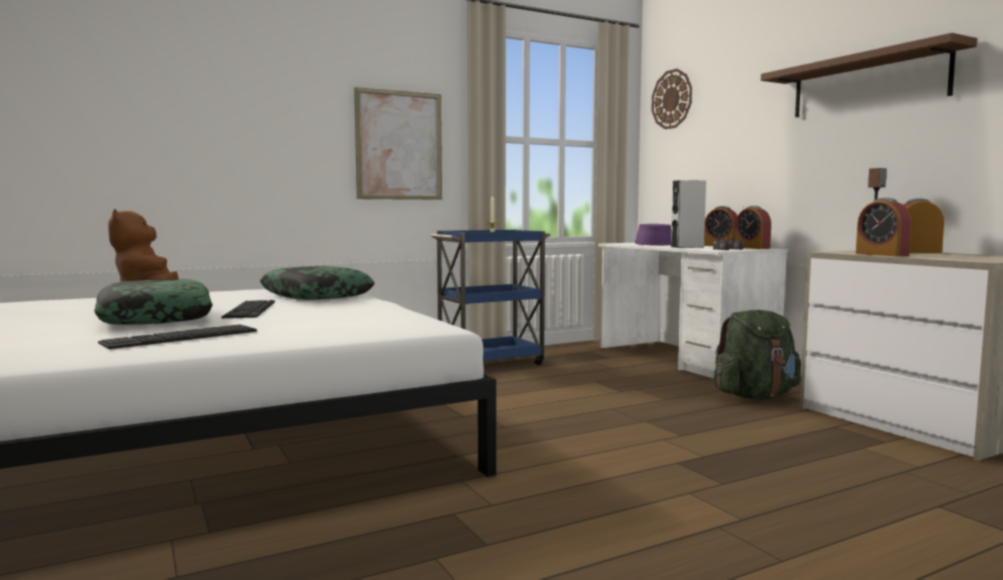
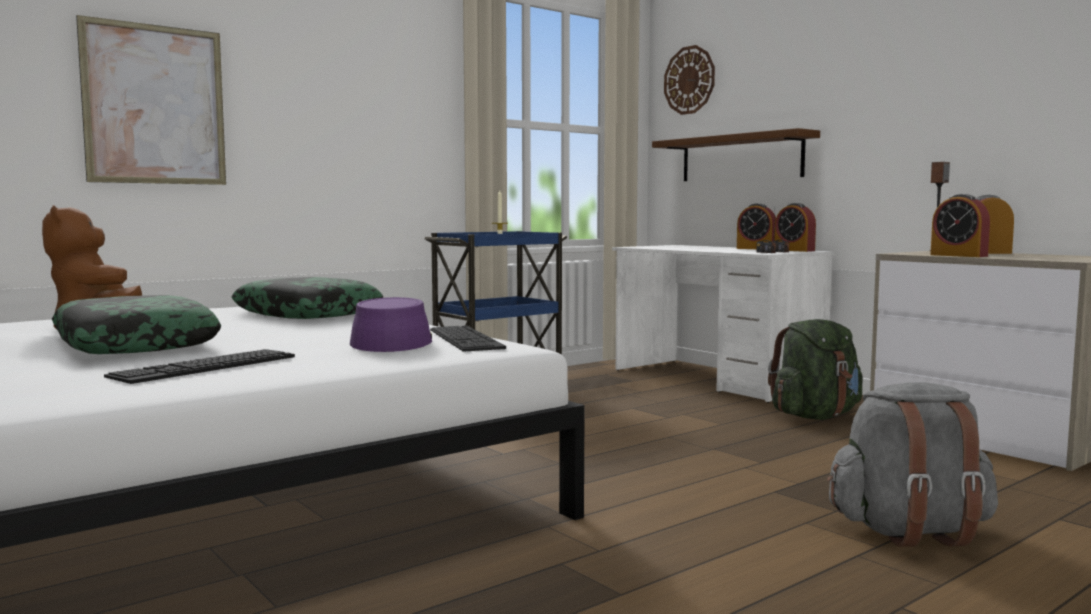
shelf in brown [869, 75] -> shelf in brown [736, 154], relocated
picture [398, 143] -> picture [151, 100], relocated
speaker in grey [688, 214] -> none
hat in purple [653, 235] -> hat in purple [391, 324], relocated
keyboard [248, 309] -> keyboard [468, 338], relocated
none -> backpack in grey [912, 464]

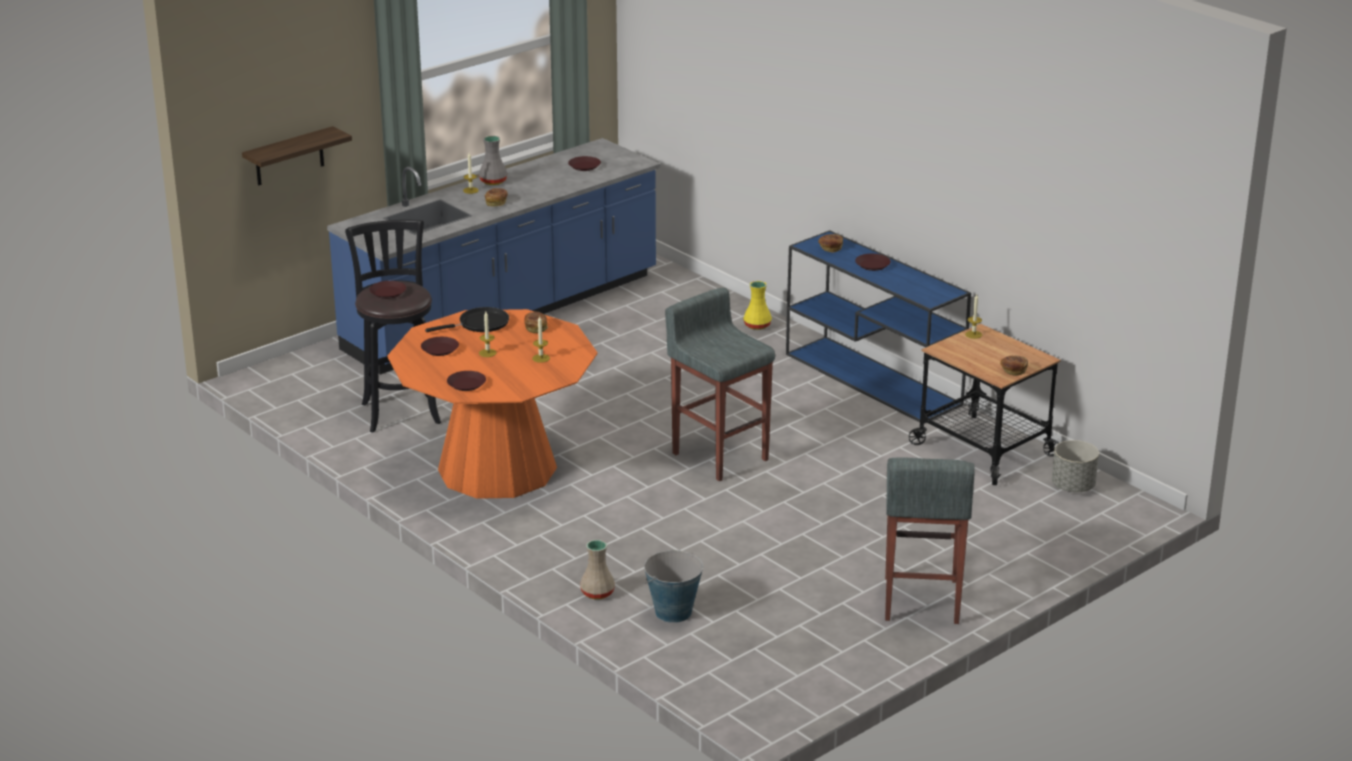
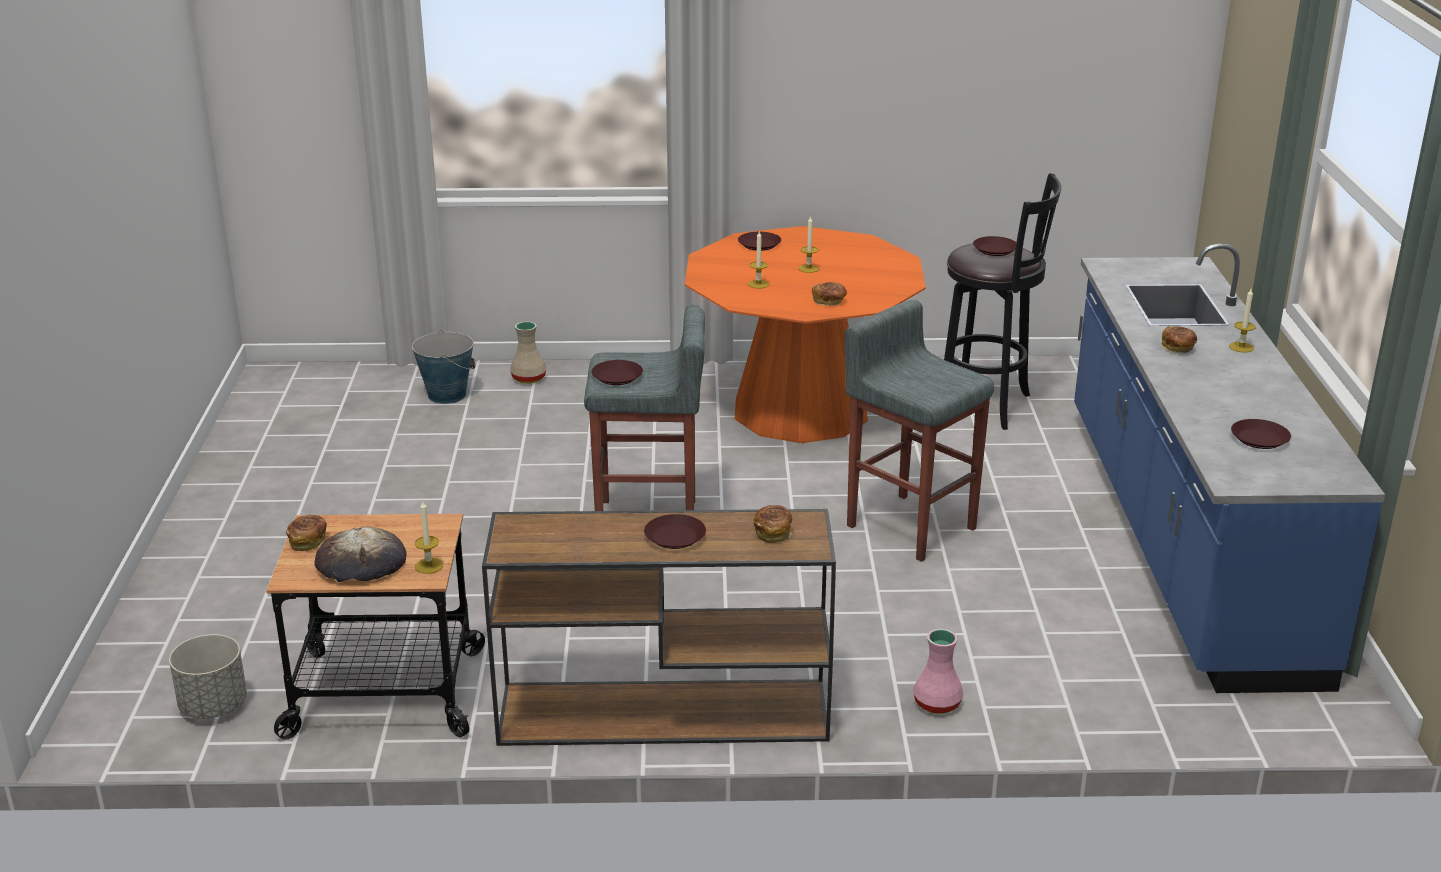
shelf [297, 155] -> none
vase in grey [493, 160] -> none
console table in blue [878, 326] -> console table in brown [659, 627]
vase in yellow [757, 305] -> vase in pink [938, 671]
frying pan in black [467, 319] -> none
plate in brown [440, 346] -> plate in brown [617, 372], relocated
stool in grey [930, 540] -> stool in grey [919, 431], relocated
none -> bread [361, 554]

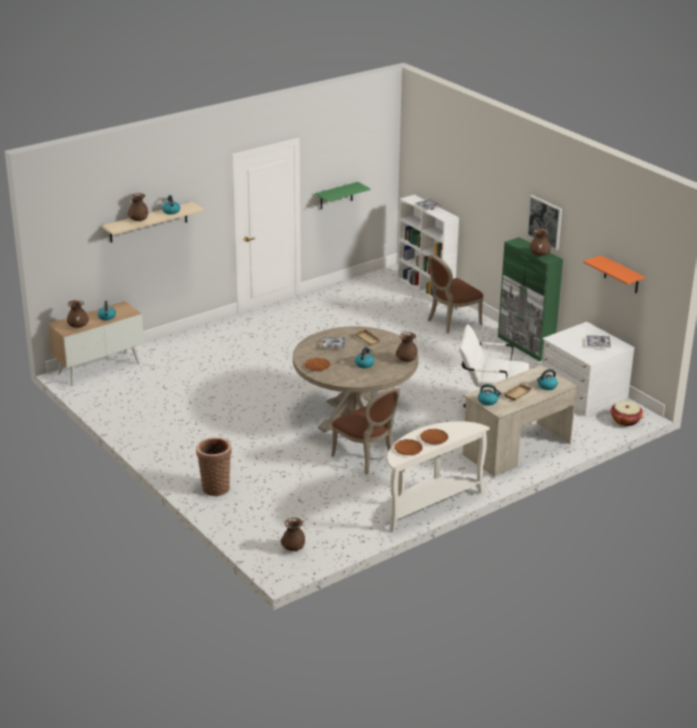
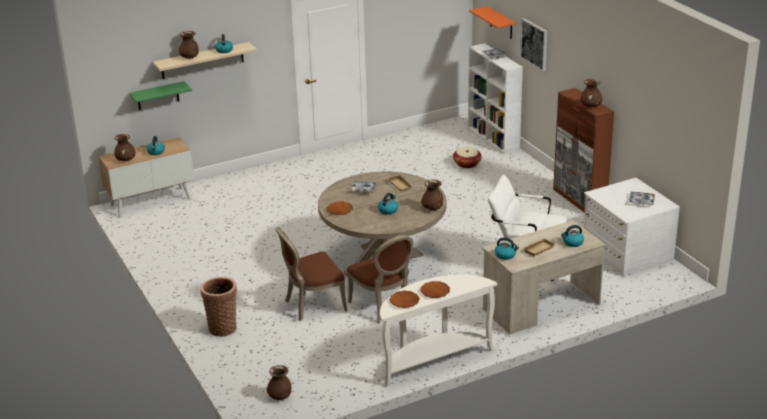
shelf in green [343, 195] -> shelf in green [160, 95], relocated
picture [544, 222] -> picture [533, 44], relocated
cabinet in green [530, 299] -> cabinet in brown [583, 150]
chair in brown [455, 293] -> chair in brown [311, 274], relocated
shelf in orange [614, 274] -> shelf in orange [492, 22], relocated
basket [626, 413] -> basket [467, 157], relocated

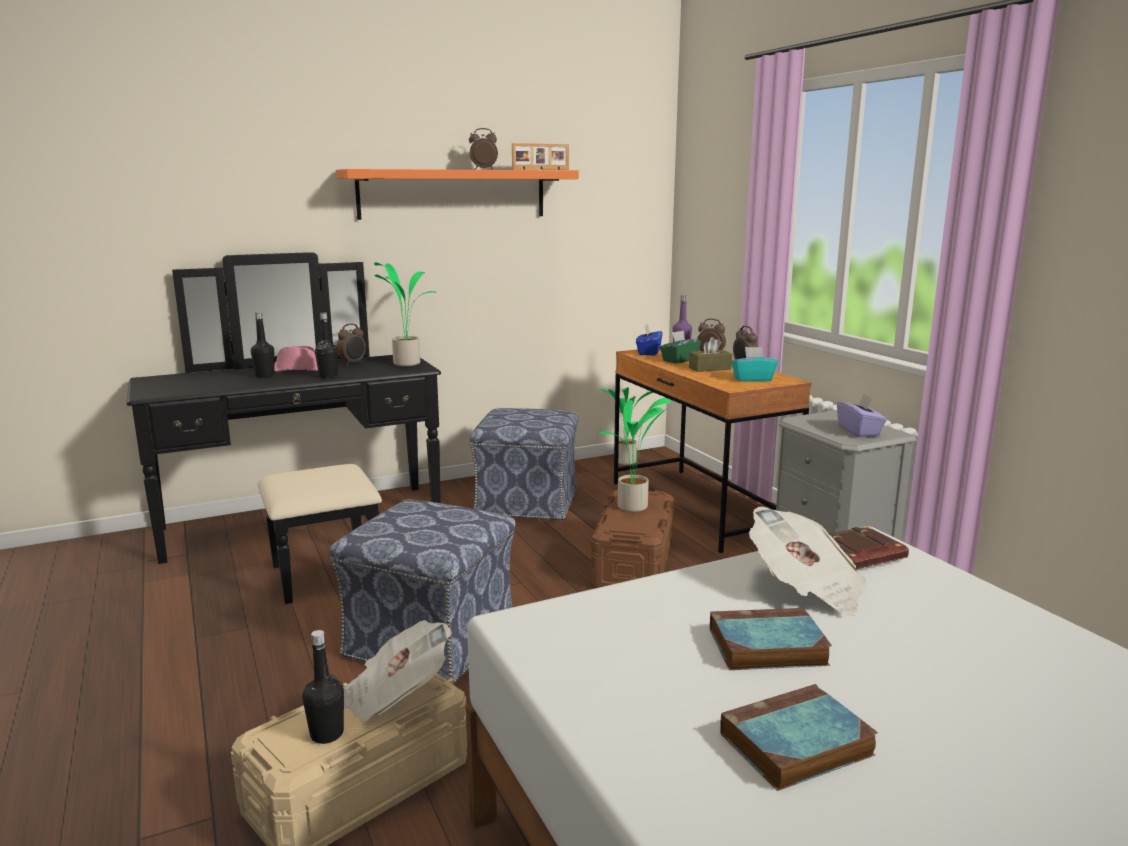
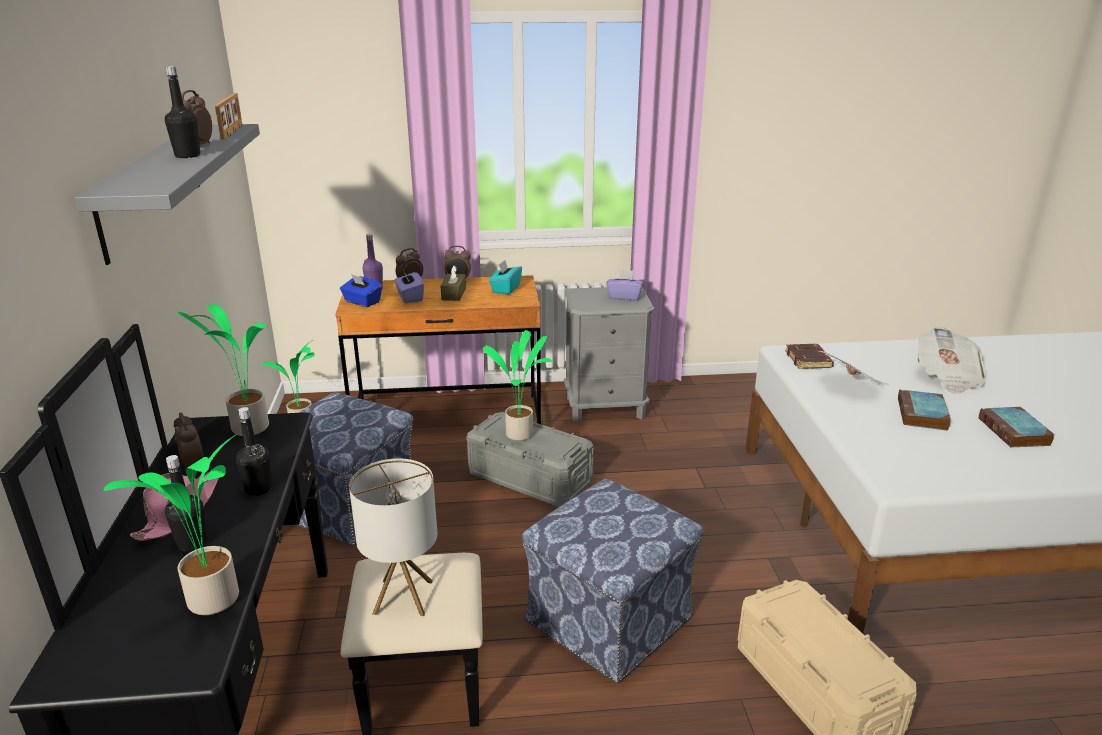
shelf in orange [457, 194] -> shelf in grey [167, 194]
tissue box in green [680, 347] -> tissue box in purple [409, 286]
storage box in brown [632, 538] -> storage box in grey [530, 459]
newspaper [397, 671] -> newspaper [951, 360], relocated
bottle in black [323, 687] -> bottle in black [182, 112], relocated
none -> potted plant [173, 523]
none -> table lamp [393, 537]

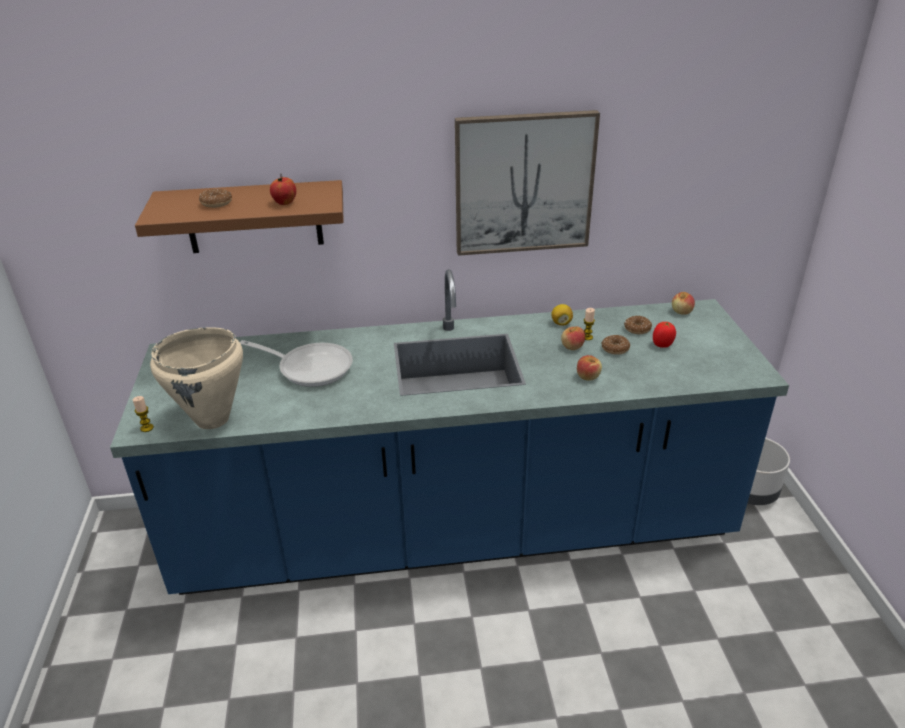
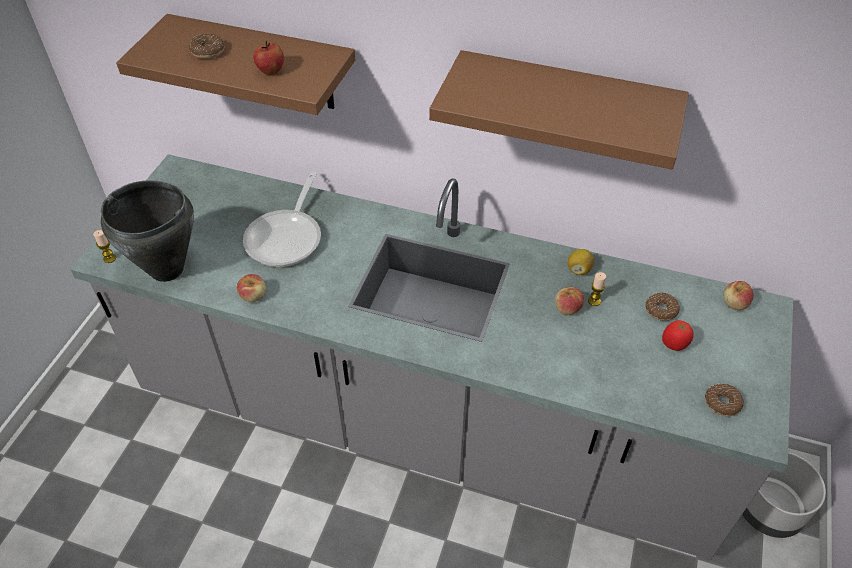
picture [527, 183] -> shelf in brown [559, 110]
counter in blue [449, 432] -> counter in grey [431, 357]
cooking pot in beige [196, 378] -> cooking pot in black [147, 231]
donut [615, 345] -> donut [724, 399], relocated
frying pan [296, 363] -> frying pan [282, 219], 60 degrees clockwise
apple [589, 368] -> apple [251, 288], relocated

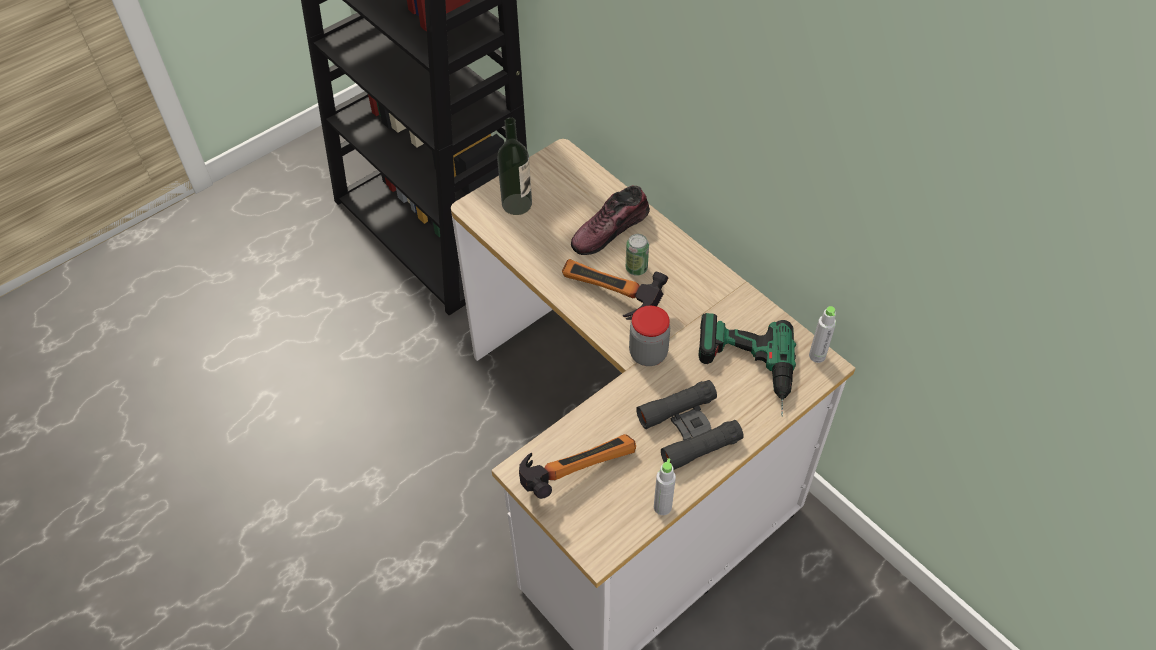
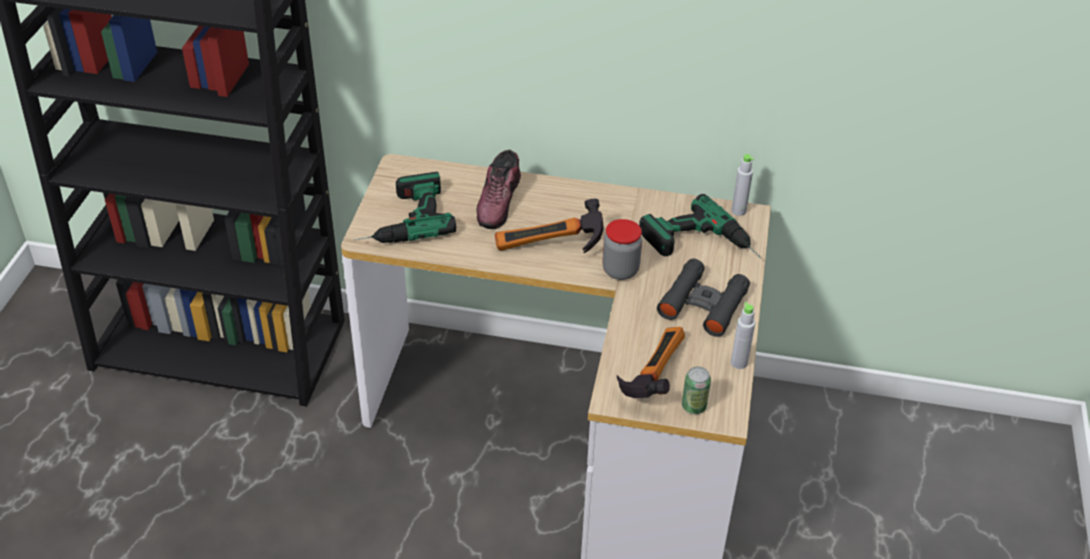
bottle [514, 166] -> power drill [405, 207]
can [637, 255] -> can [696, 390], relocated

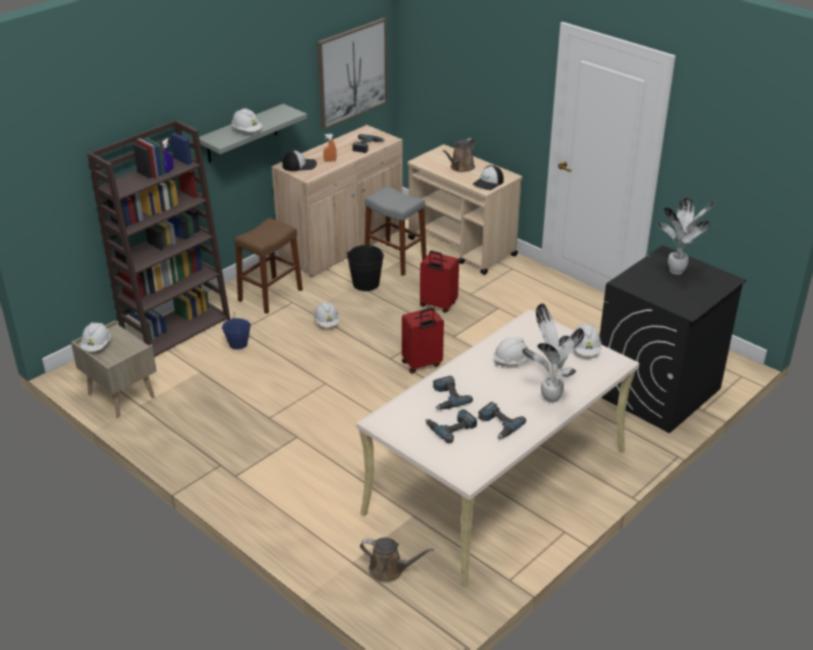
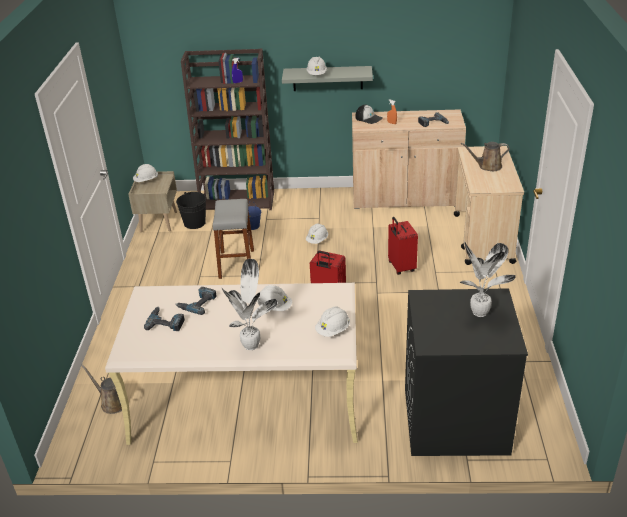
picture [352, 74] -> none
cap [488, 177] -> none
stool in grey [395, 231] -> stool in grey [233, 239], relocated
stool in brown [268, 266] -> none
bucket in black [365, 268] -> bucket in black [191, 210], relocated
power drill [502, 420] -> none
watering can in brown [397, 559] -> watering can in brown [101, 389], 150 degrees clockwise

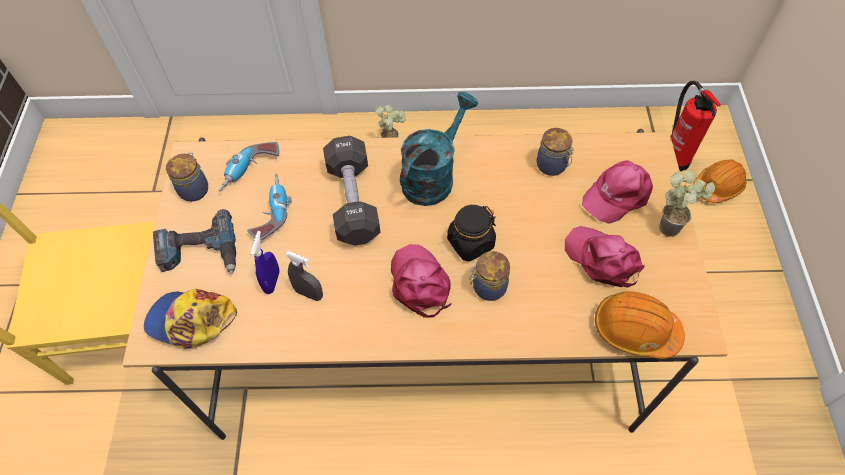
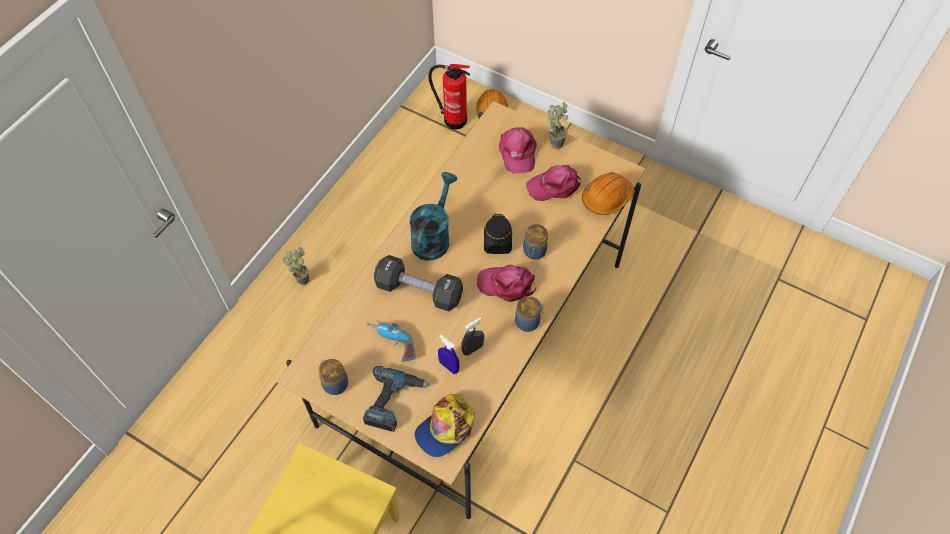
watering can in turquoise [439, 149] -> watering can in turquoise [434, 216], 45 degrees clockwise
jar [555, 152] -> jar [529, 314], relocated
power drill [249, 167] -> none

